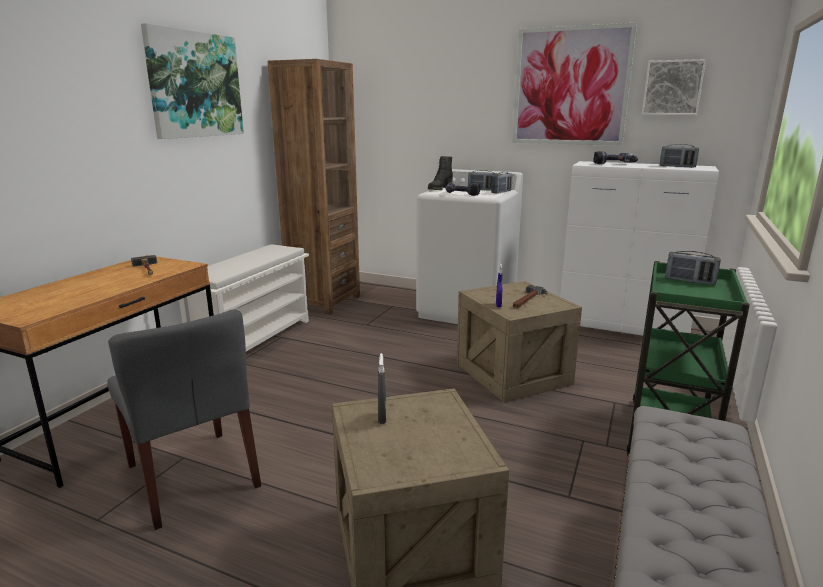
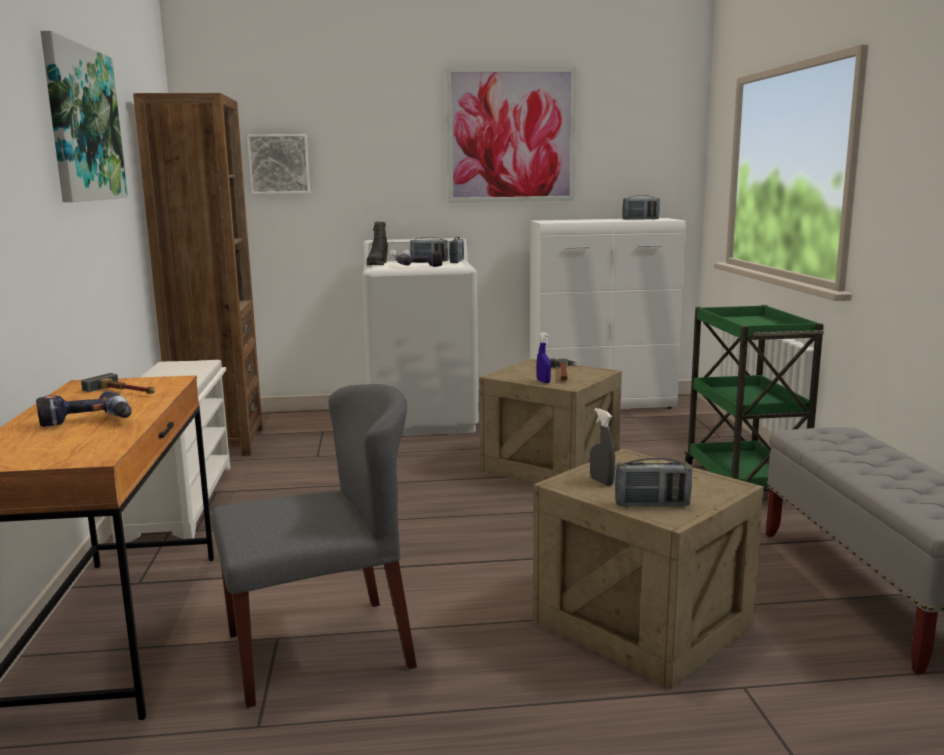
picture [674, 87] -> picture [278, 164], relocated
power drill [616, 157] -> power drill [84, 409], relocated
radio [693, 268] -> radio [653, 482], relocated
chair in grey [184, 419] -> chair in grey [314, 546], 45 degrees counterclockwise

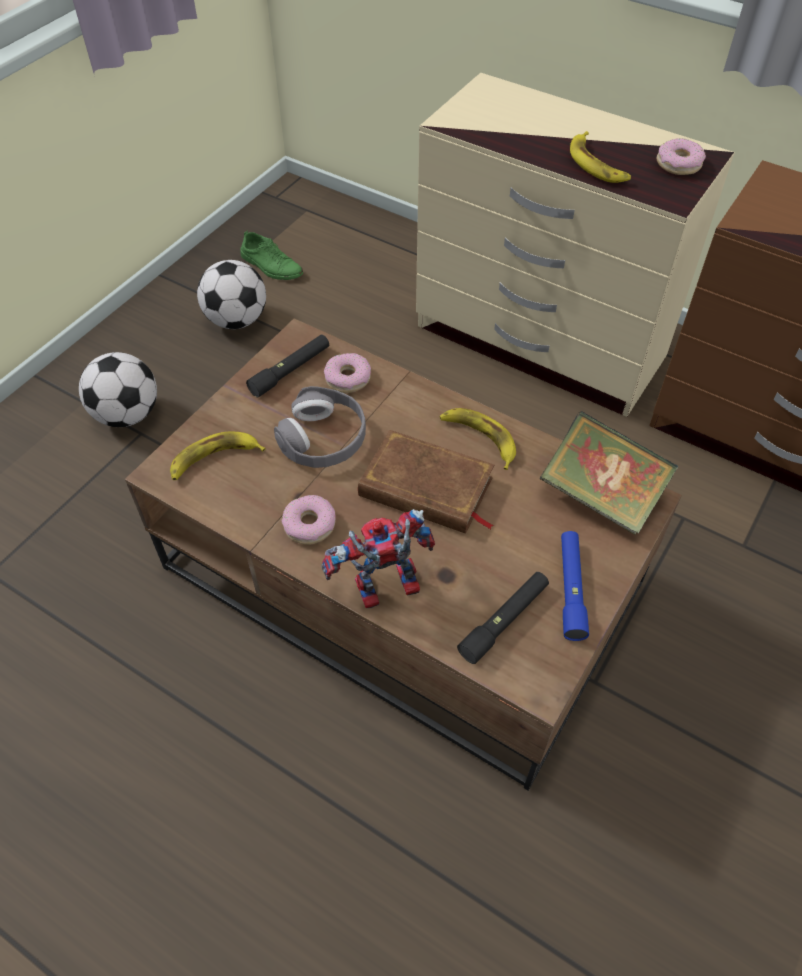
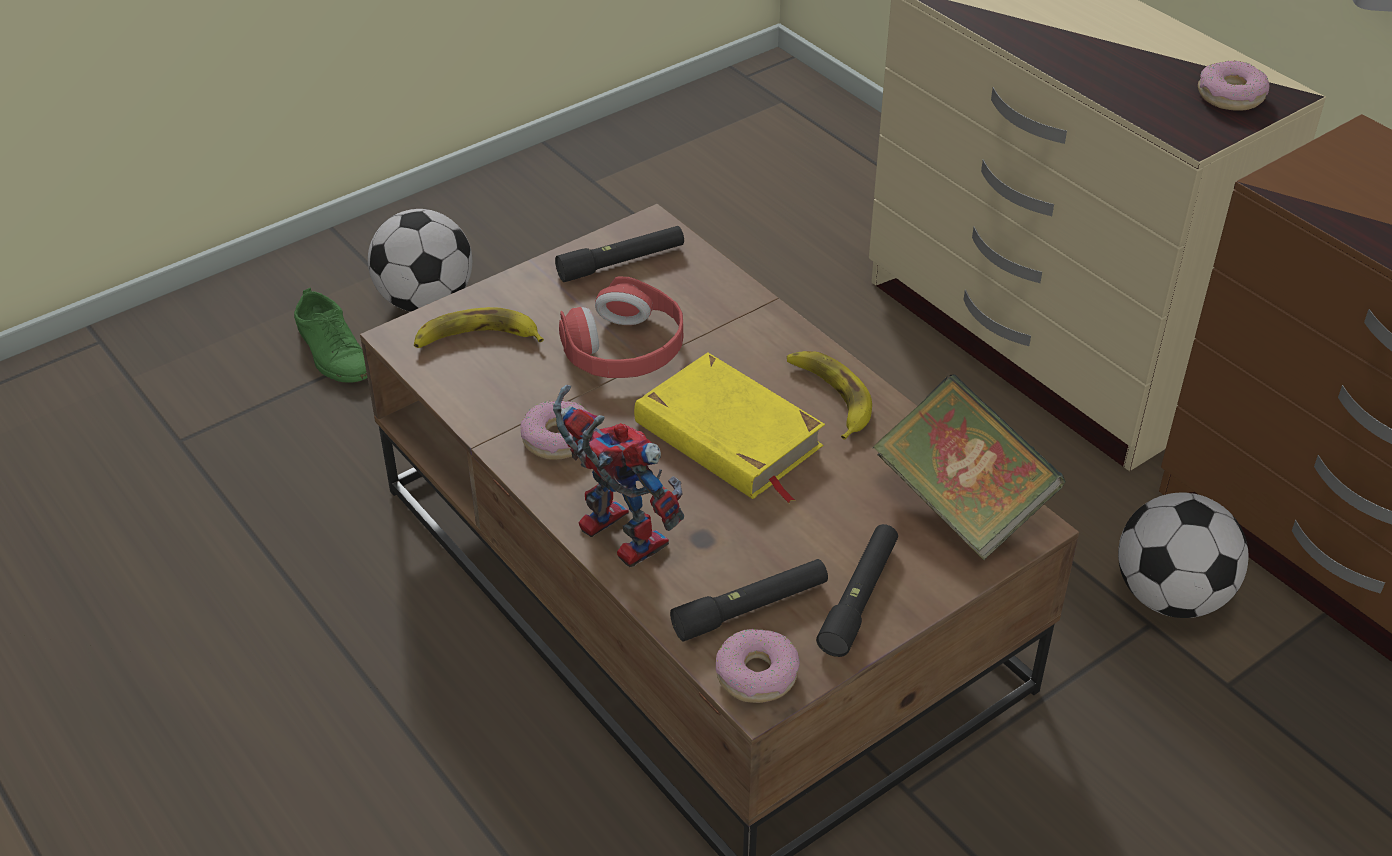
banana [600, 157] -> none
shoe in green [272, 255] -> shoe in green [330, 335], relocated
football [231, 294] -> football [1183, 555], relocated
donut [347, 373] -> donut [758, 666], relocated
headphones in grey [320, 427] -> headphones in red [621, 327]
book in brown [426, 482] -> book in yellow [729, 427]
toy robot [378, 558] -> toy robot [618, 476], 45 degrees clockwise
flashlight in blue [575, 586] -> flashlight in black [857, 590]

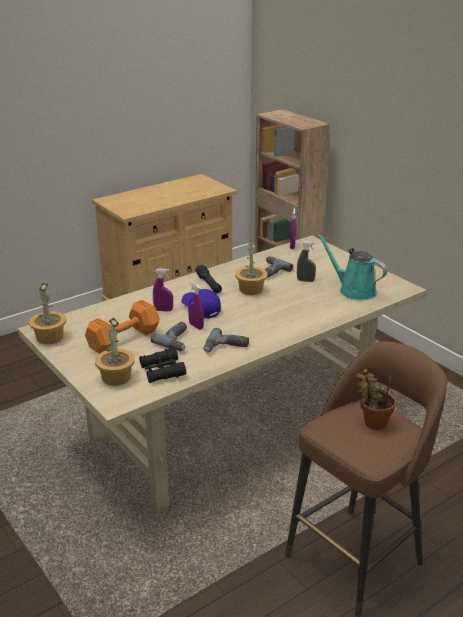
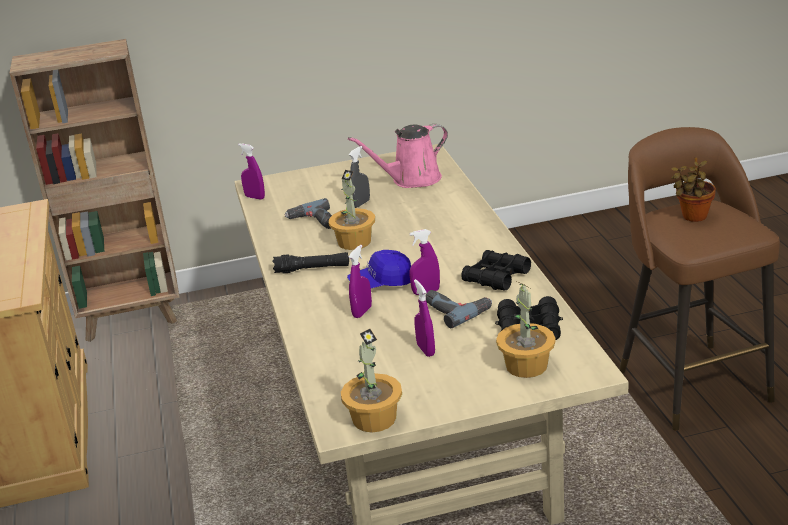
watering can in turquoise [352, 267] -> watering can in pink [398, 156]
dumbbell in orange [122, 327] -> spray bottle in purple [424, 318]
power drill [226, 340] -> binoculars in black [496, 270]

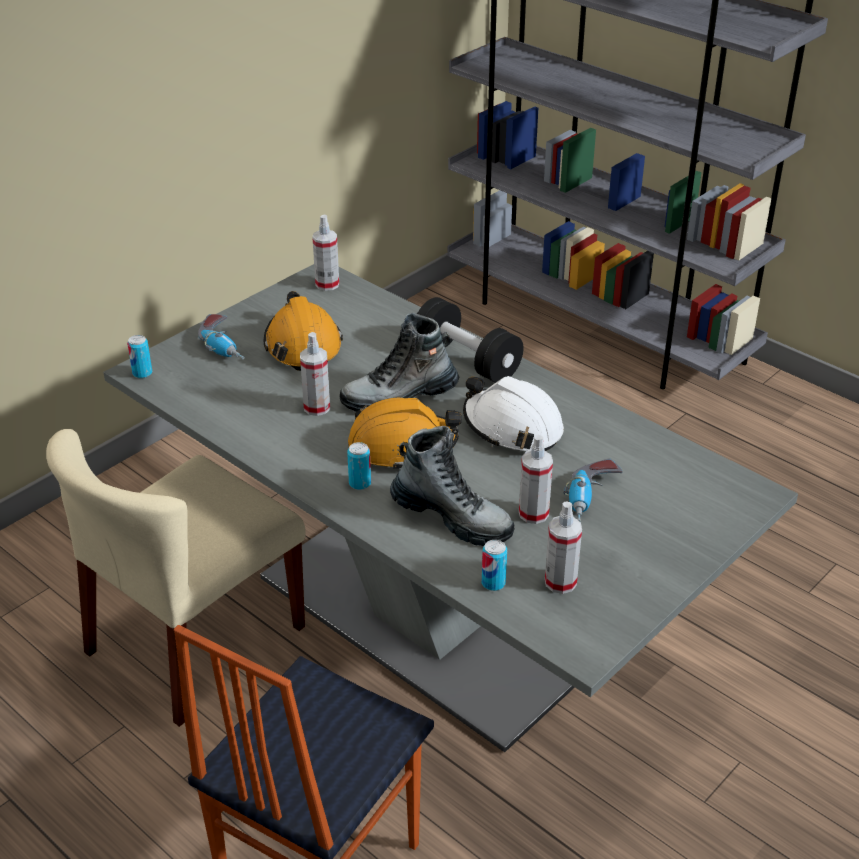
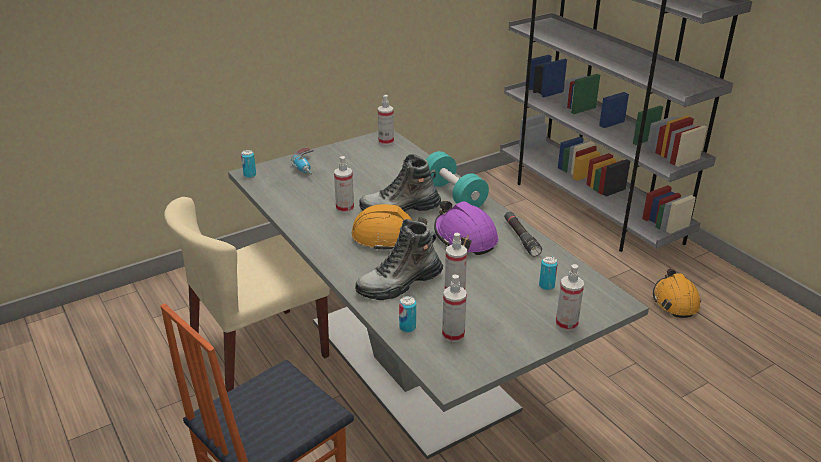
hard hat in orange [303, 331] -> hard hat in orange [677, 293], relocated
dumbbell in black [470, 340] -> dumbbell in turquoise [457, 179]
hard hat in white [513, 413] -> hard hat in purple [466, 228]
boot [452, 486] -> boot [399, 259], 105 degrees clockwise
can [359, 466] -> can [548, 273], relocated
power drill [593, 489] -> none
none -> flashlight in black [523, 234]
none -> spray bottle [570, 297]

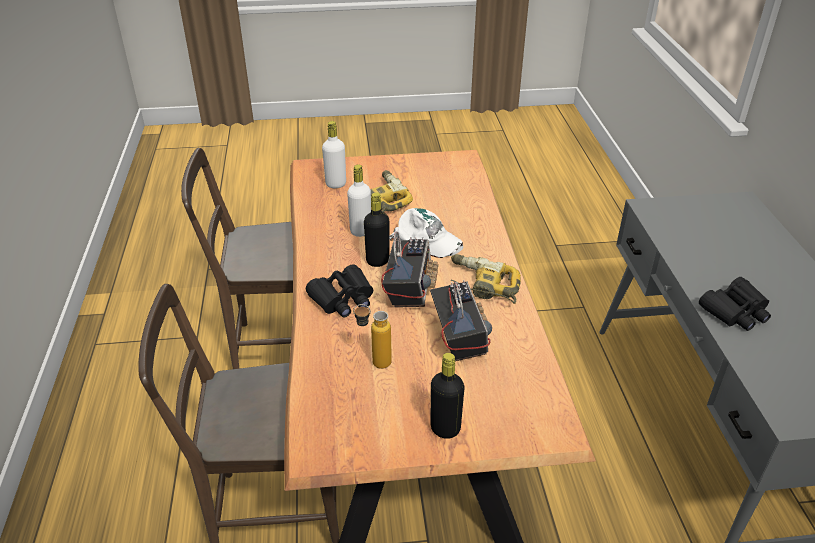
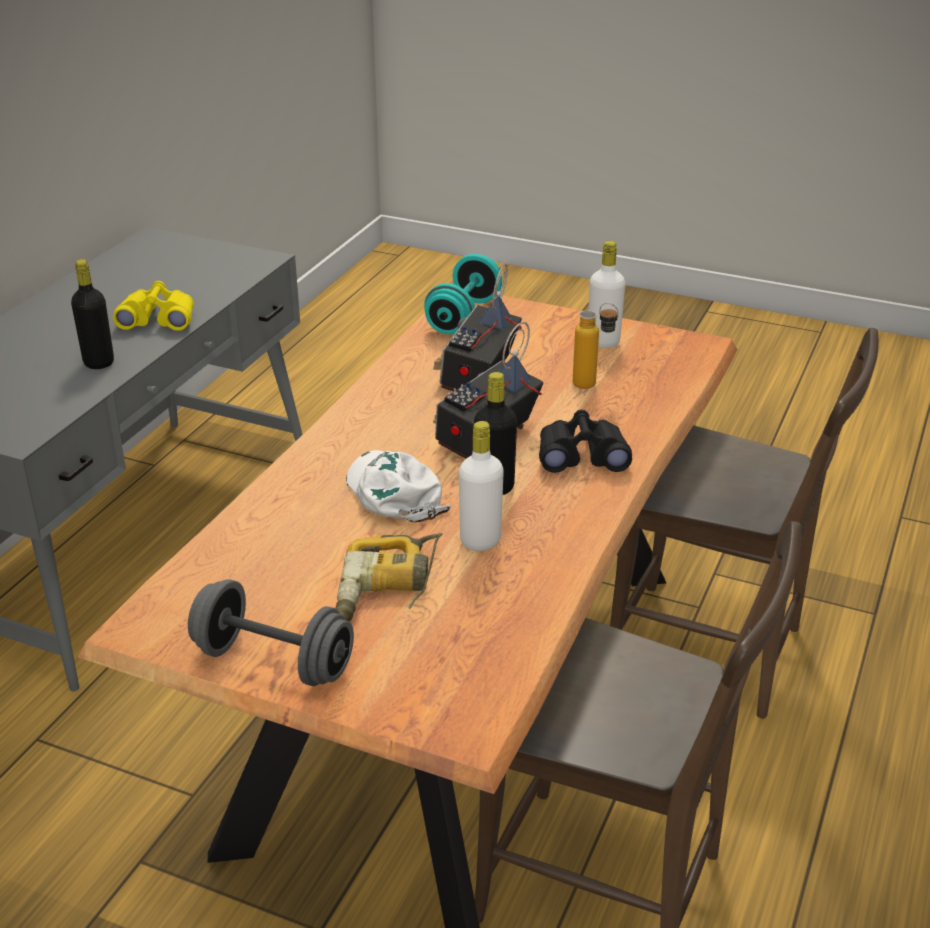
bottle in white [334, 154] -> bottle in white [607, 294], relocated
power drill [486, 279] -> none
binoculars in black [735, 304] -> binoculars in yellow [153, 306]
bottle in black [447, 396] -> bottle in black [92, 314], relocated
none -> dumbbell in turquoise [463, 294]
none -> dumbbell in grey [271, 632]

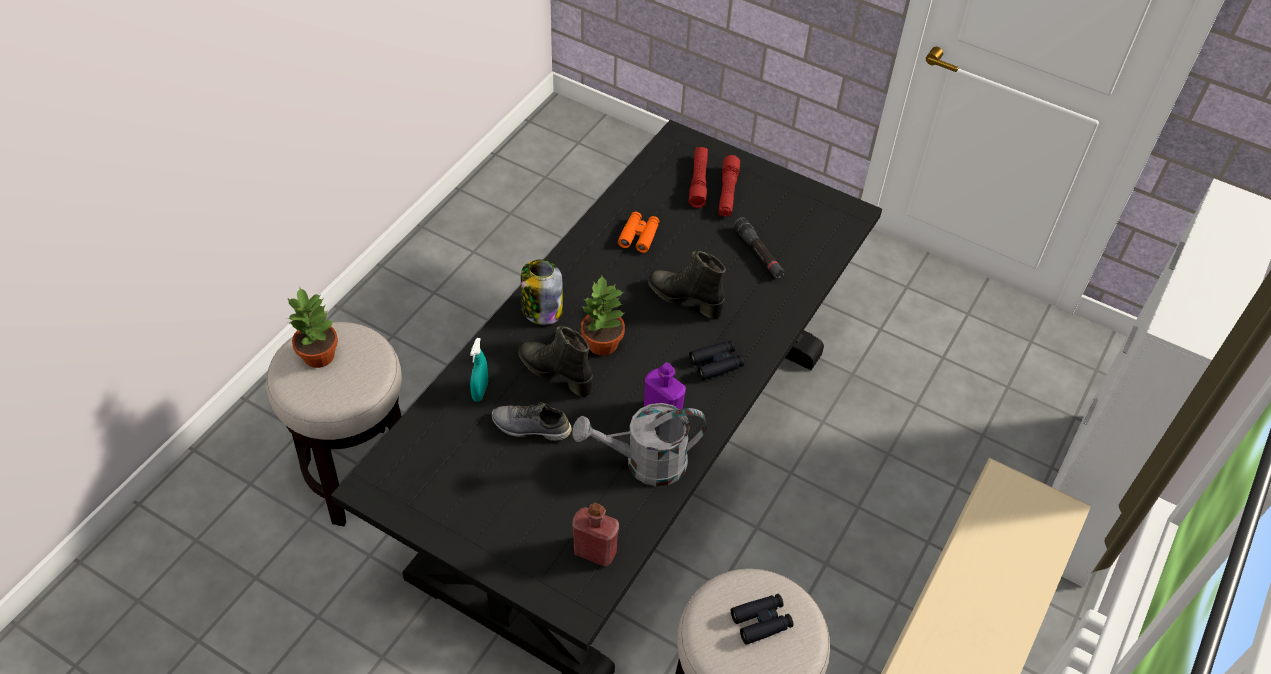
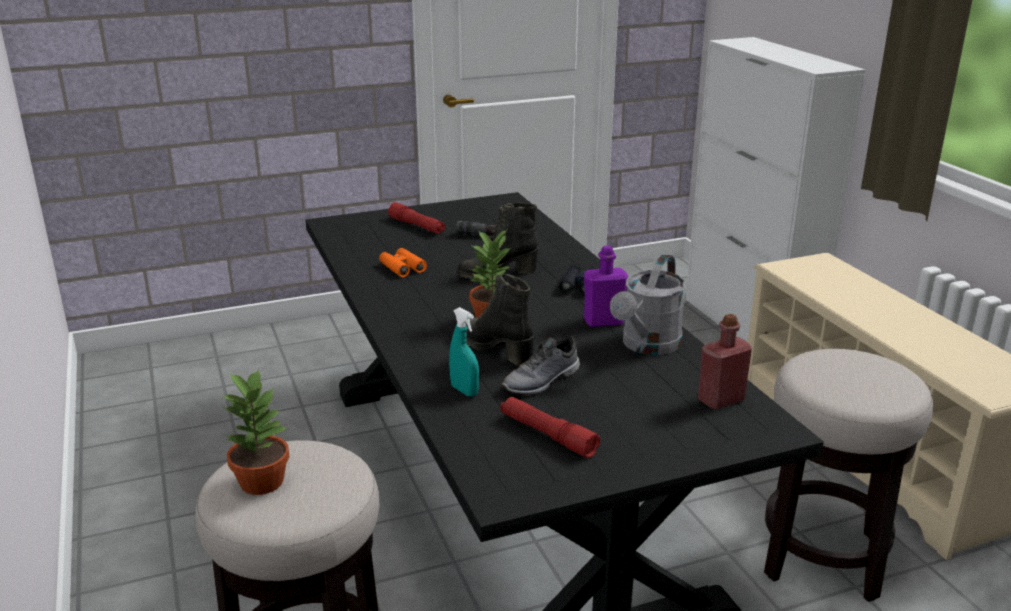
flashlight in red [698, 177] -> flashlight in red [550, 427], relocated
jar [542, 292] -> none
boot in black [555, 361] -> boot in black [500, 320], 60 degrees clockwise
binoculars in black [762, 619] -> none

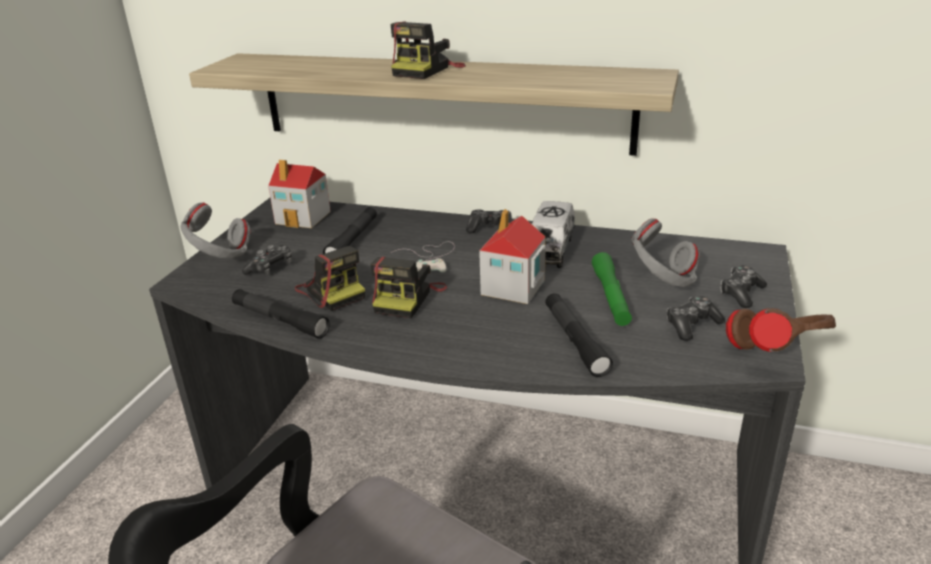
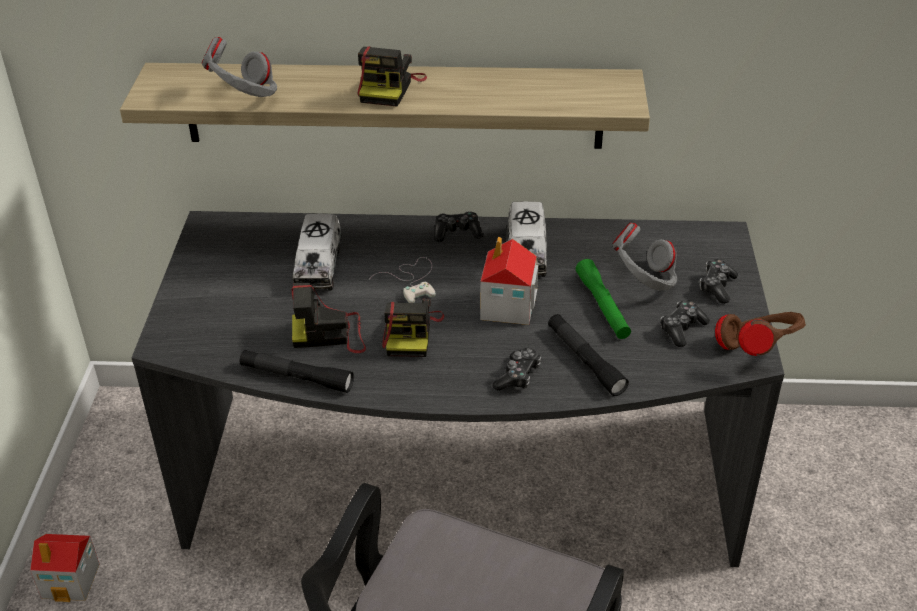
toy house [299, 194] -> toy house [64, 568], relocated
headphones in grey [215, 230] -> headphones in grey [239, 67], relocated
flashlight in black [350, 230] -> toy truck [317, 252]
game controller [267, 260] -> game controller [517, 369], relocated
photo camera [330, 278] -> photo camera [329, 318], 135 degrees clockwise

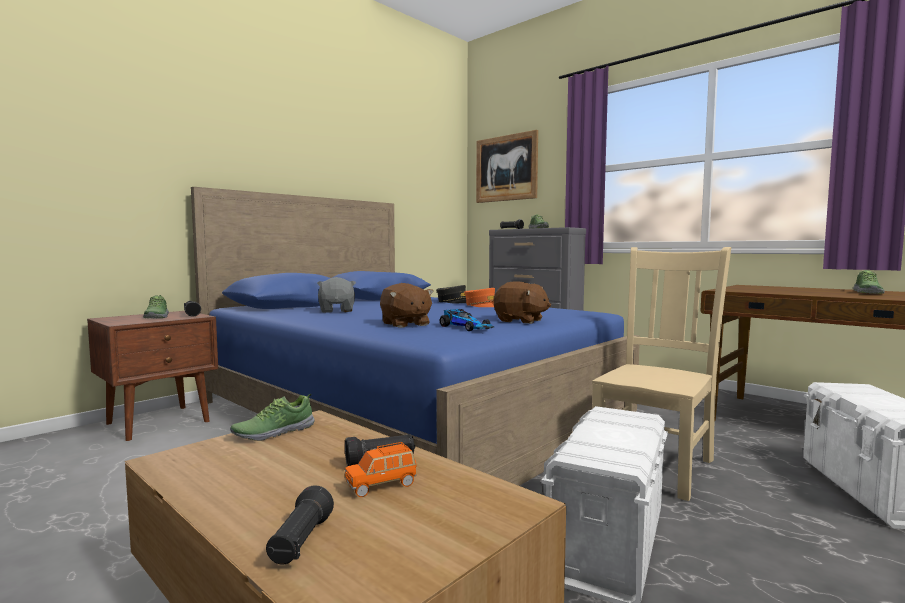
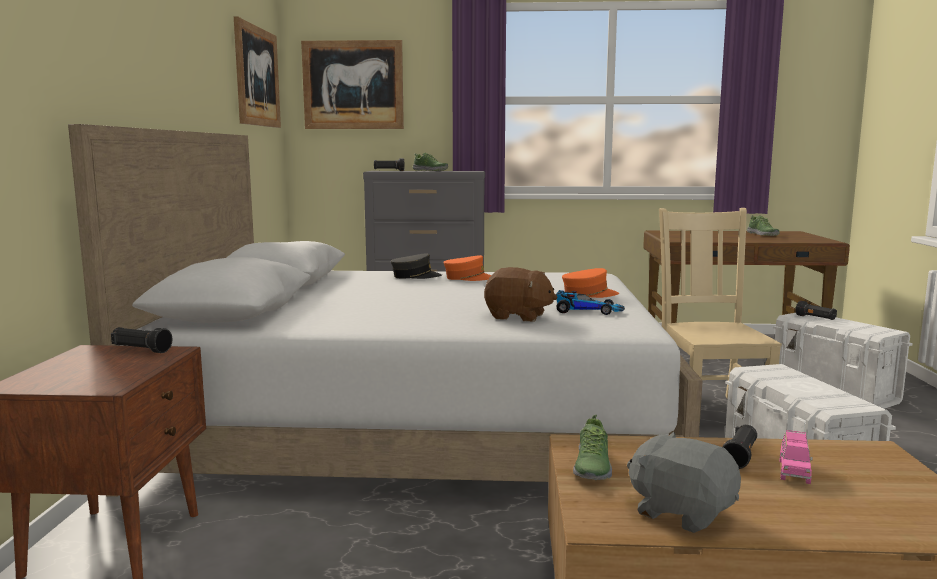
bed in blue [415, 336] -> bed in white [385, 310]
plush toy in grey [336, 295] -> plush toy in grey [684, 482], relocated
plush toy in brown [522, 302] -> cap in orange [590, 283]
shoe [156, 306] -> none
toy car in orange [380, 469] -> toy car in pink [796, 457]
flashlight in black [300, 525] -> flashlight in black [816, 310], relocated
none -> picture [257, 72]

